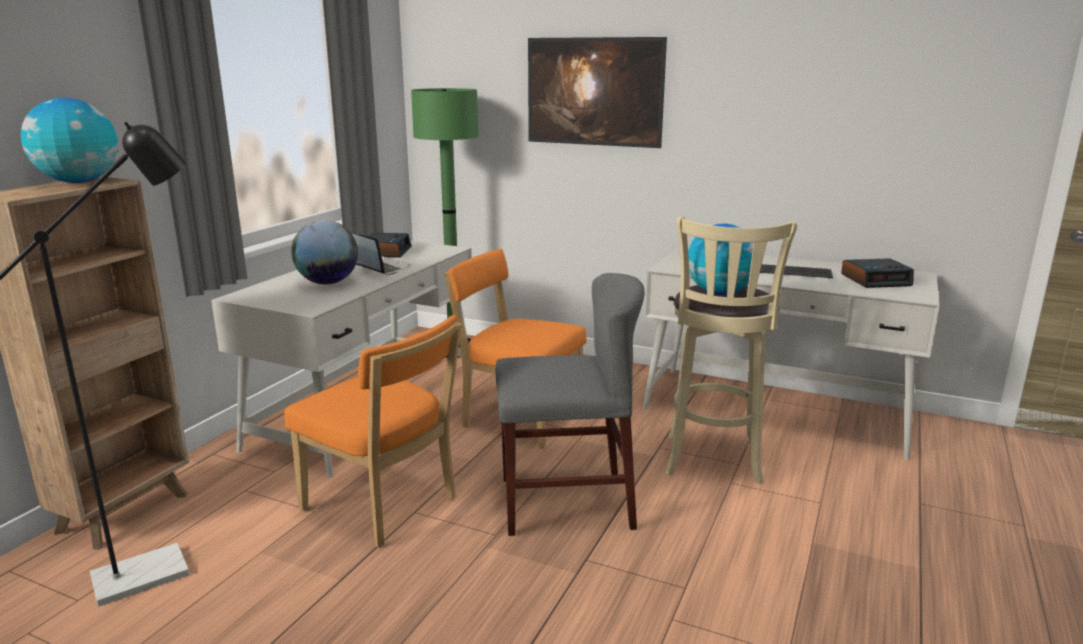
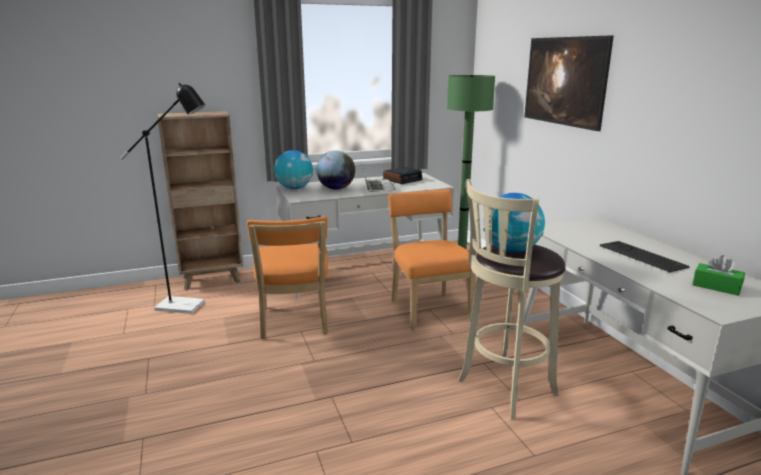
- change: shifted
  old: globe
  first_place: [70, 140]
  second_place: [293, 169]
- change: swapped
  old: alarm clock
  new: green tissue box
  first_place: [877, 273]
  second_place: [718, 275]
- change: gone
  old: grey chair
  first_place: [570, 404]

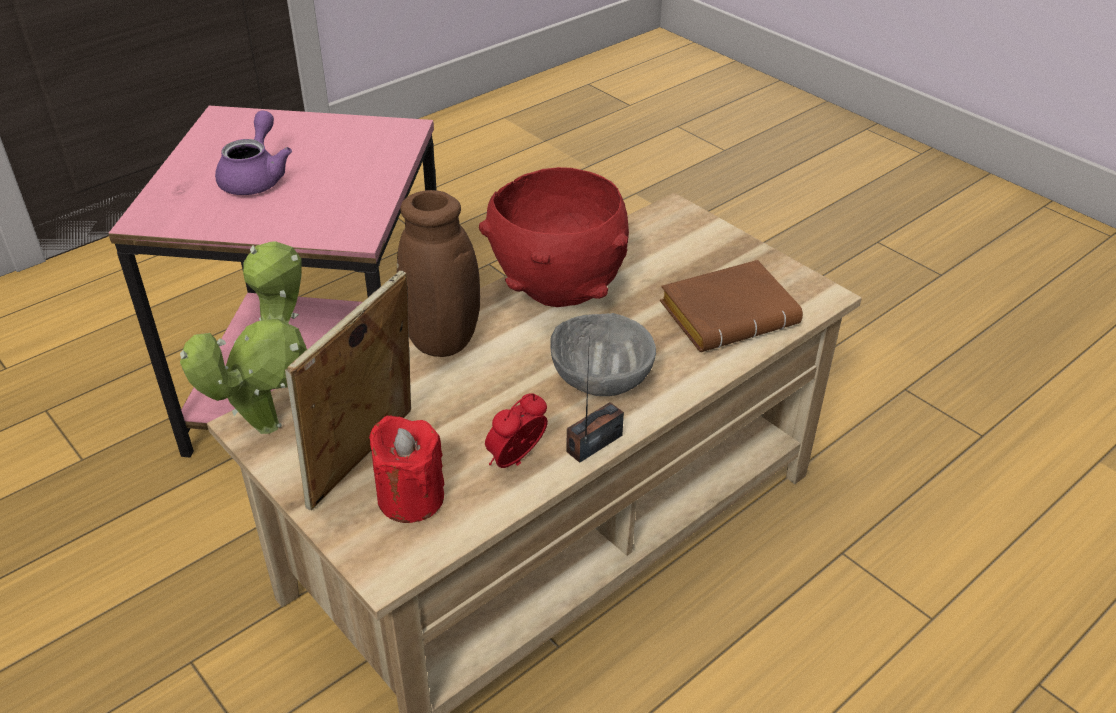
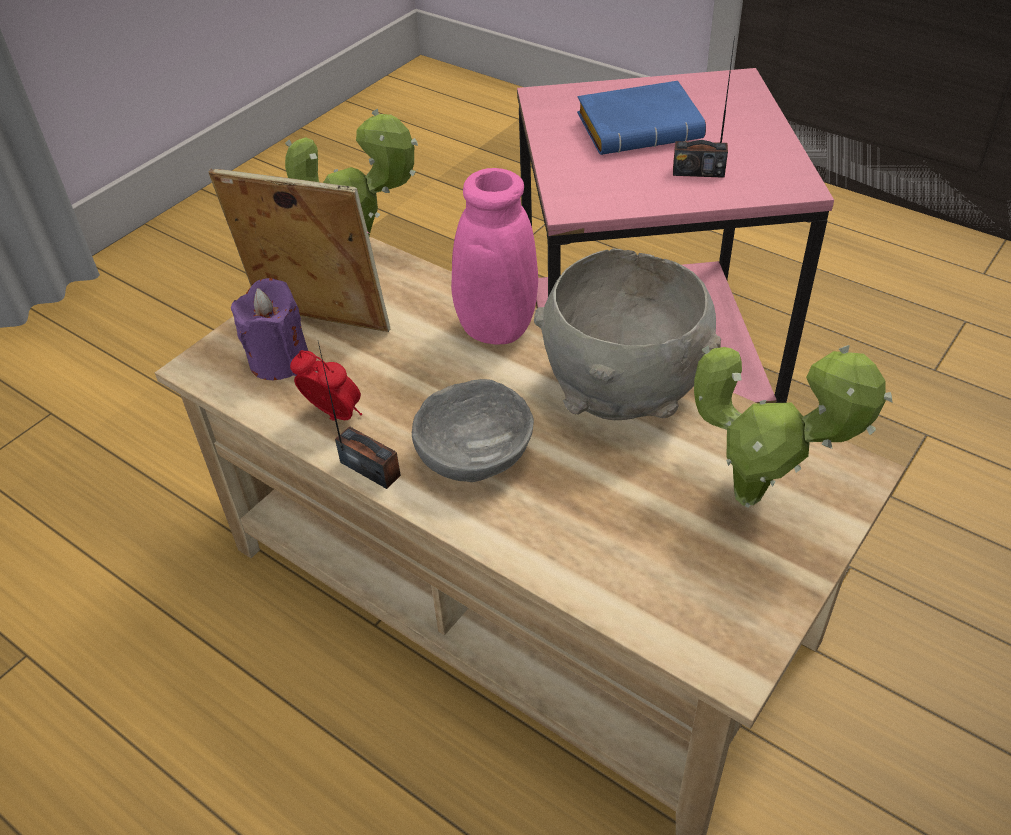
- change: repainted
  old: red candle
  new: purple candle
  first_place: [406, 469]
  second_place: [269, 329]
- change: repainted
  old: brown vase
  new: pink vase
  first_place: [440, 273]
  second_place: [453, 256]
- change: repainted
  old: red bowl
  new: grey bowl
  first_place: [554, 237]
  second_place: [627, 334]
- change: swapped
  old: purple teapot
  new: blue book
  first_place: [253, 152]
  second_place: [641, 118]
- change: new
  new: radio
  second_place: [704, 107]
- change: new
  new: potted plant
  second_place: [793, 426]
- change: gone
  old: brown book
  first_place: [731, 306]

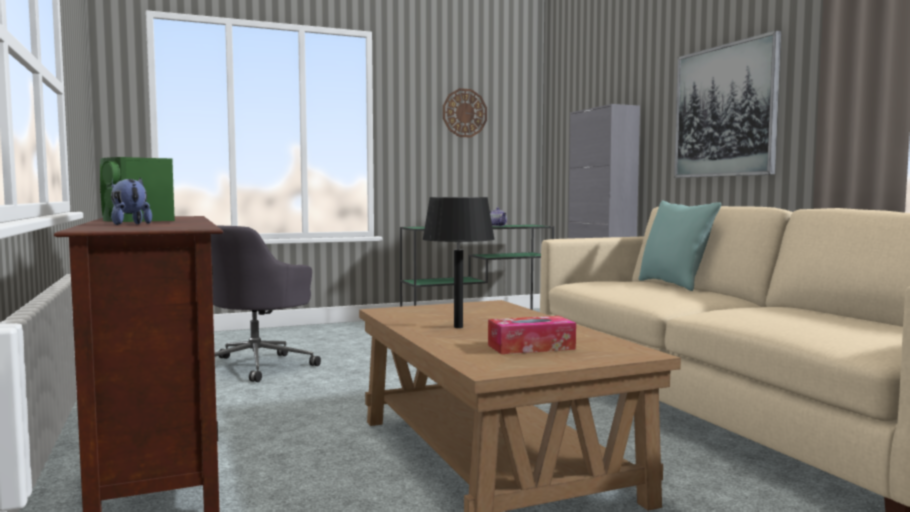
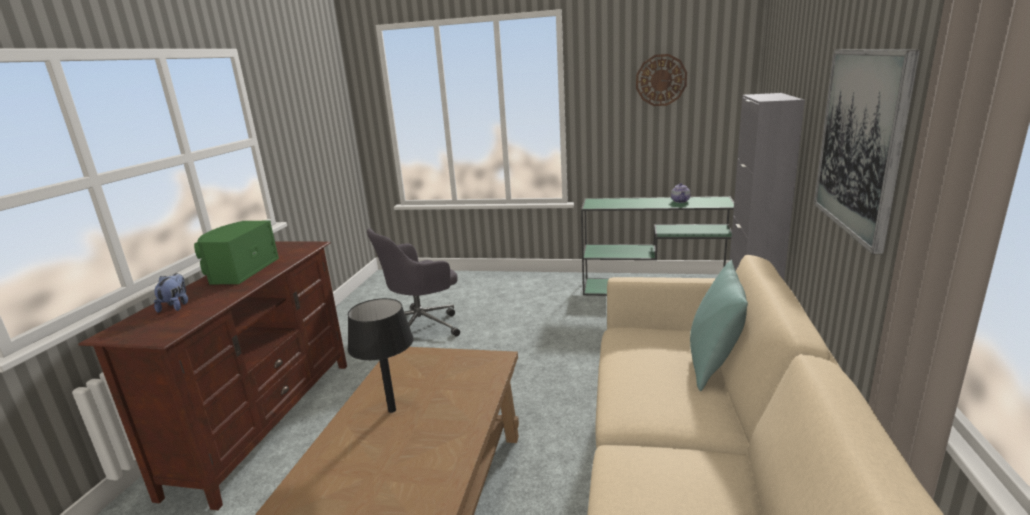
- change: gone
  old: tissue box
  first_place: [532, 335]

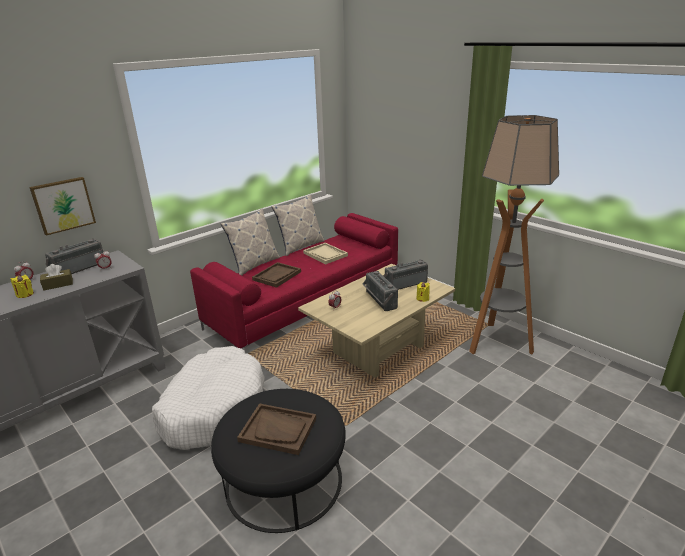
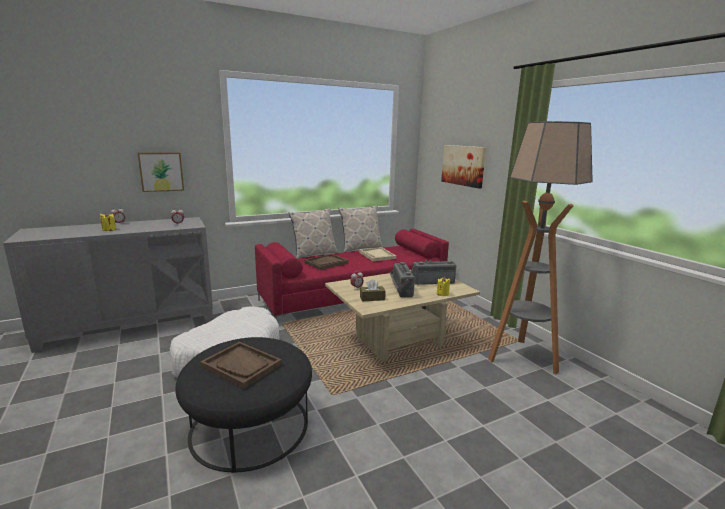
- change: shifted
  old: brown tissue box
  first_place: [56, 277]
  second_place: [373, 290]
- change: new
  new: picture
  second_place: [463, 167]
- change: gone
  old: radio
  first_place: [74, 256]

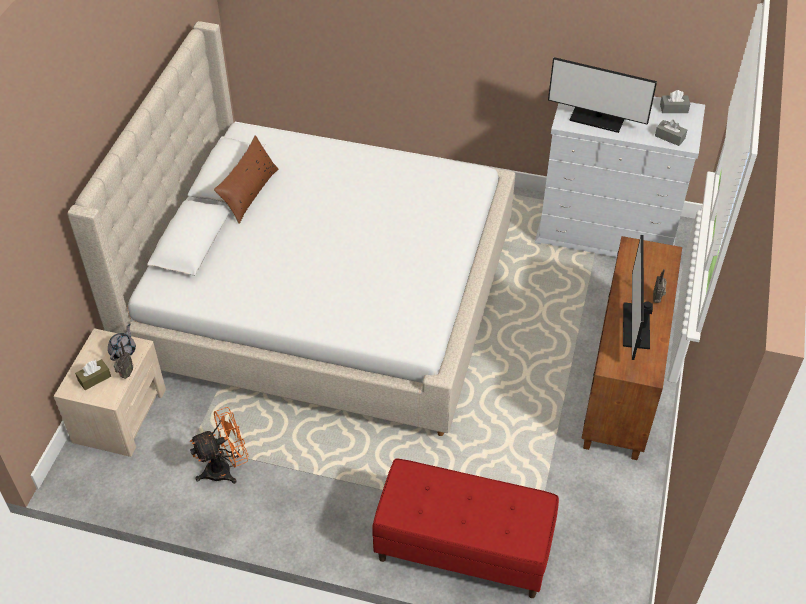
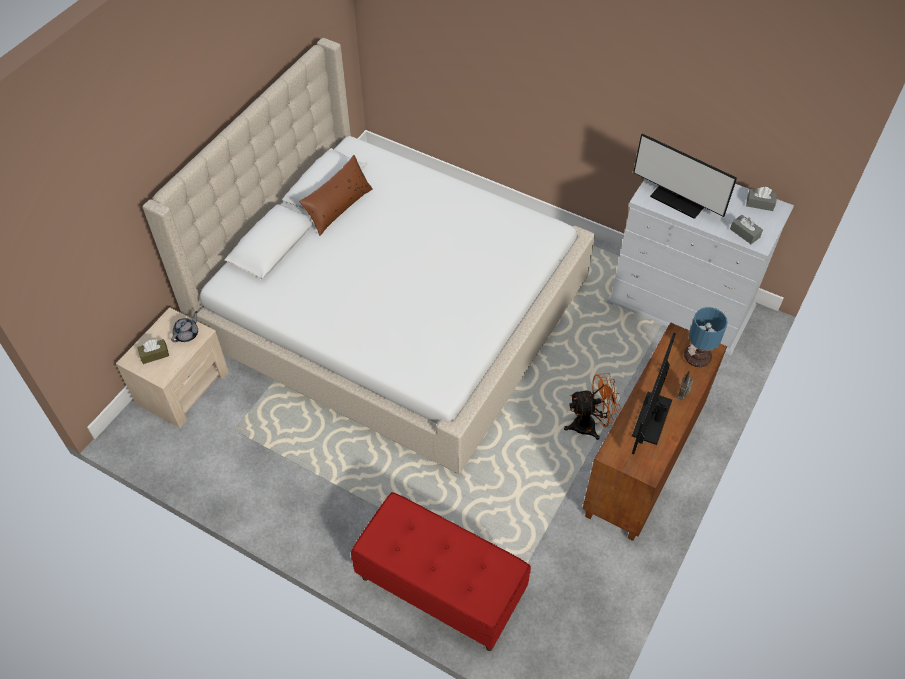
- change: shifted
  old: orange fan
  first_place: [219, 445]
  second_place: [592, 406]
- change: new
  new: table lamp
  second_place: [706, 337]
- change: gone
  old: radio
  first_place: [123, 360]

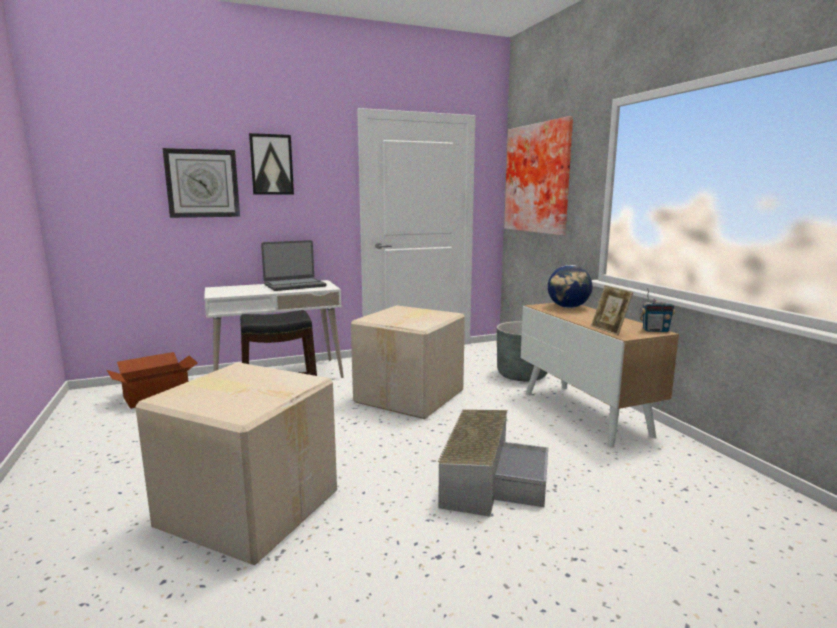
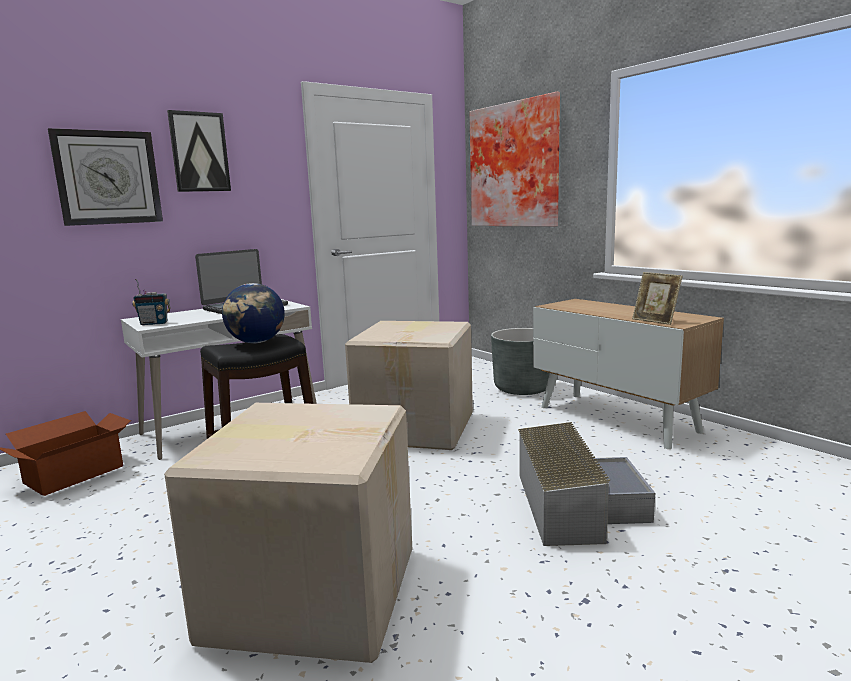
- change: shifted
  old: radio
  first_place: [657, 310]
  second_place: [151, 302]
- change: shifted
  old: globe
  first_place: [570, 286]
  second_place: [253, 313]

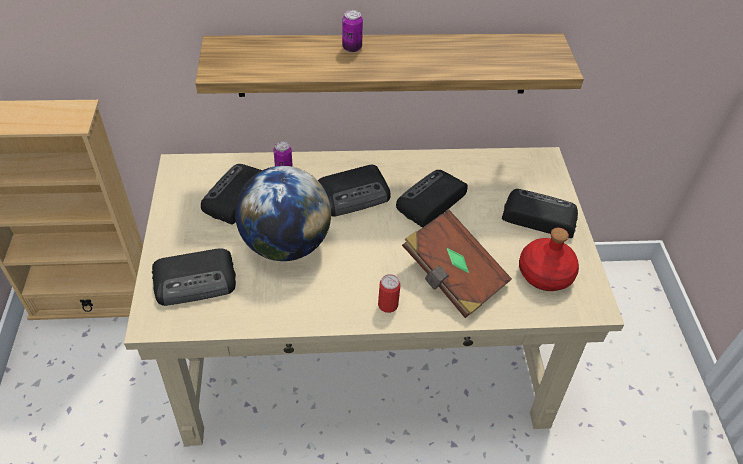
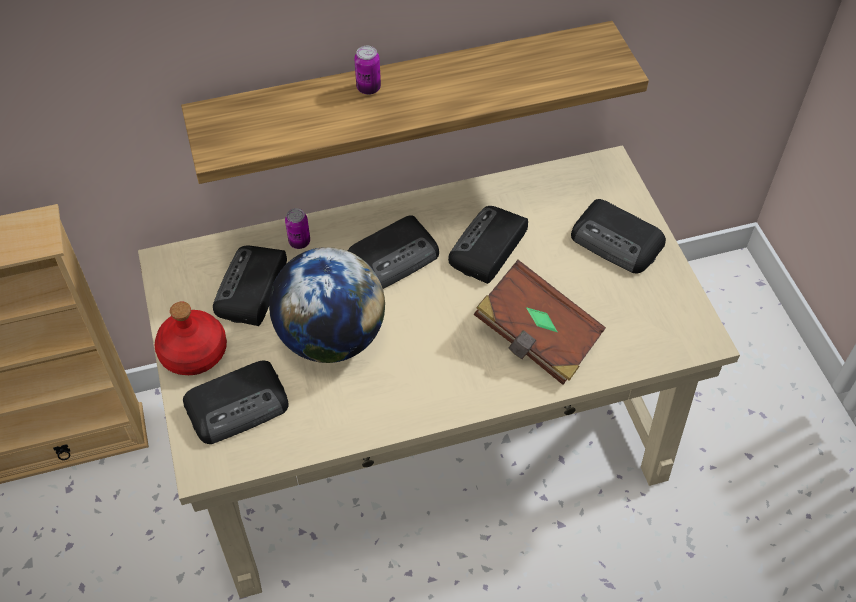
- change: shifted
  old: red bottle
  first_place: [549, 259]
  second_place: [191, 338]
- change: rotated
  old: radio
  first_place: [540, 213]
  second_place: [618, 236]
  degrees: -150
- change: gone
  old: can
  first_place: [389, 293]

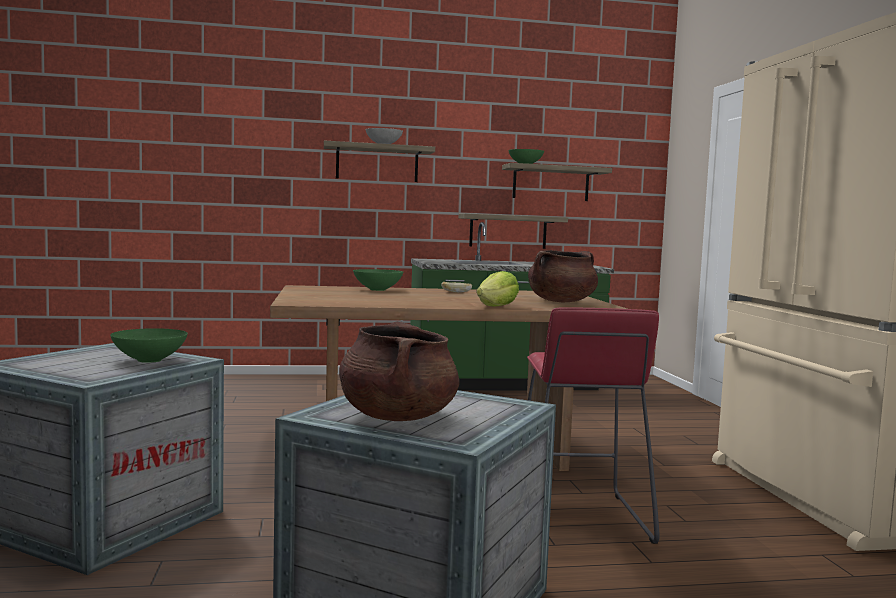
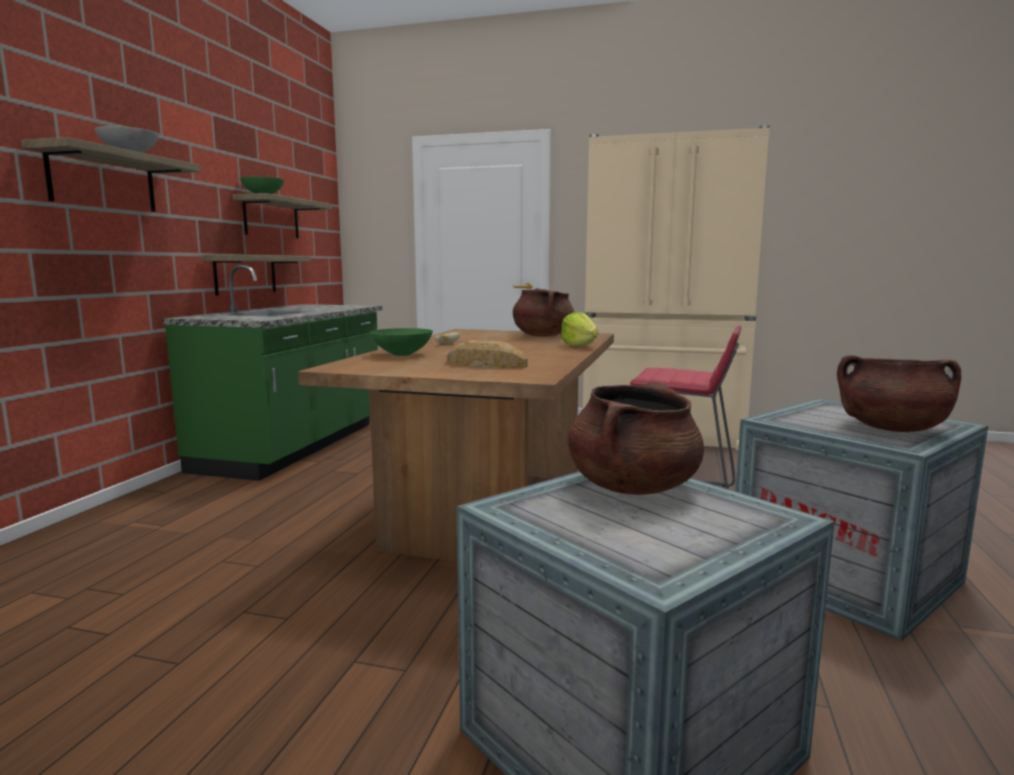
- change: new
  new: bread
  second_place: [487, 354]
- change: swapped
  old: green bowl
  new: brown cooking pot
  first_place: [149, 345]
  second_place: [636, 438]

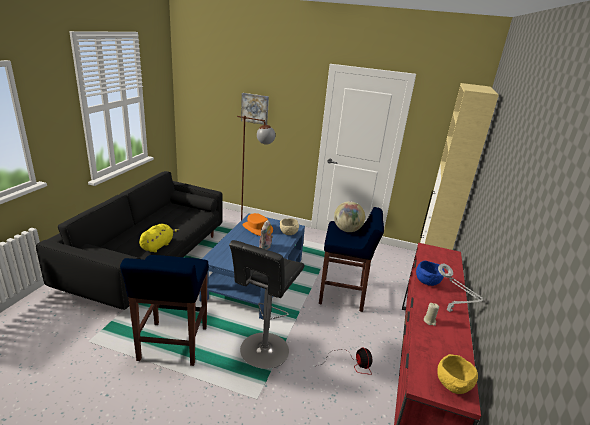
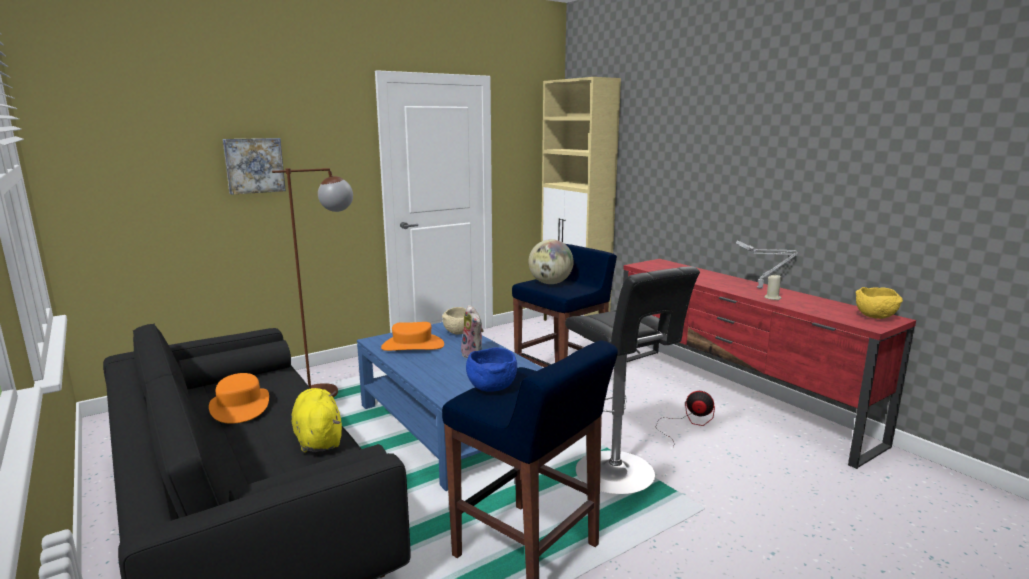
- change: new
  new: orange hat
  second_place: [239, 398]
- change: shifted
  old: blue bowl
  first_place: [430, 273]
  second_place: [491, 369]

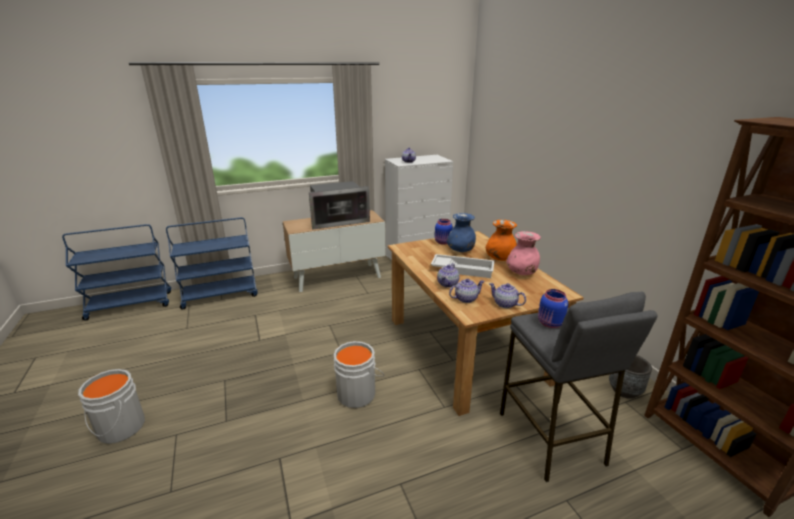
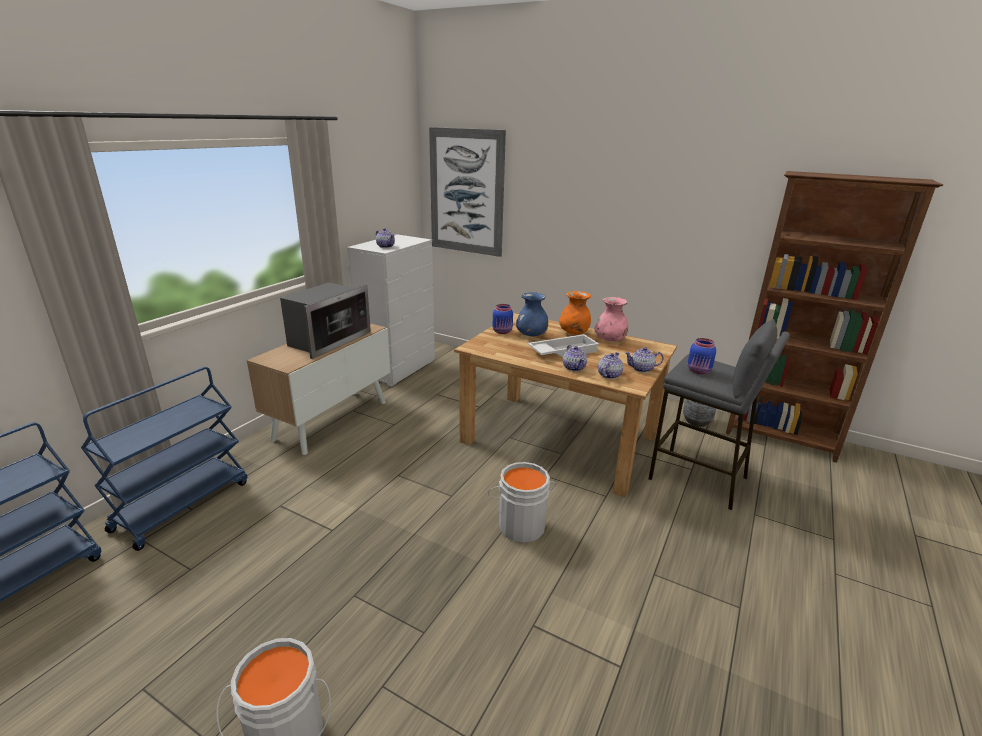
- change: new
  new: picture
  second_place: [467, 192]

